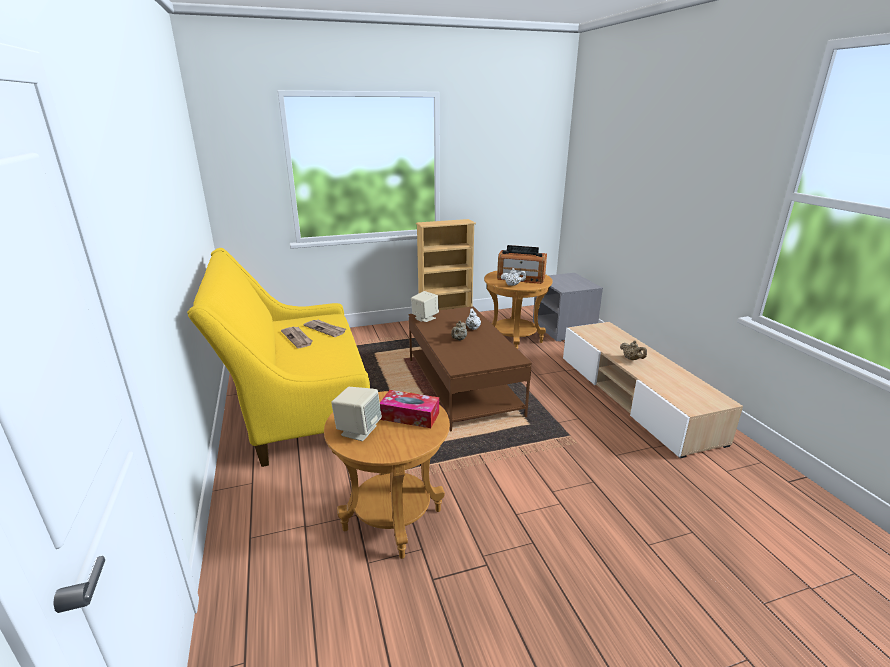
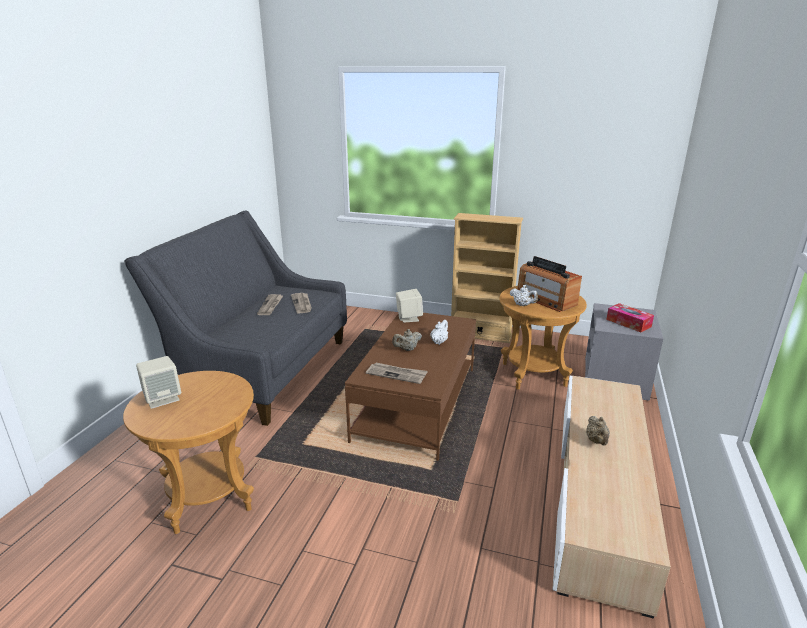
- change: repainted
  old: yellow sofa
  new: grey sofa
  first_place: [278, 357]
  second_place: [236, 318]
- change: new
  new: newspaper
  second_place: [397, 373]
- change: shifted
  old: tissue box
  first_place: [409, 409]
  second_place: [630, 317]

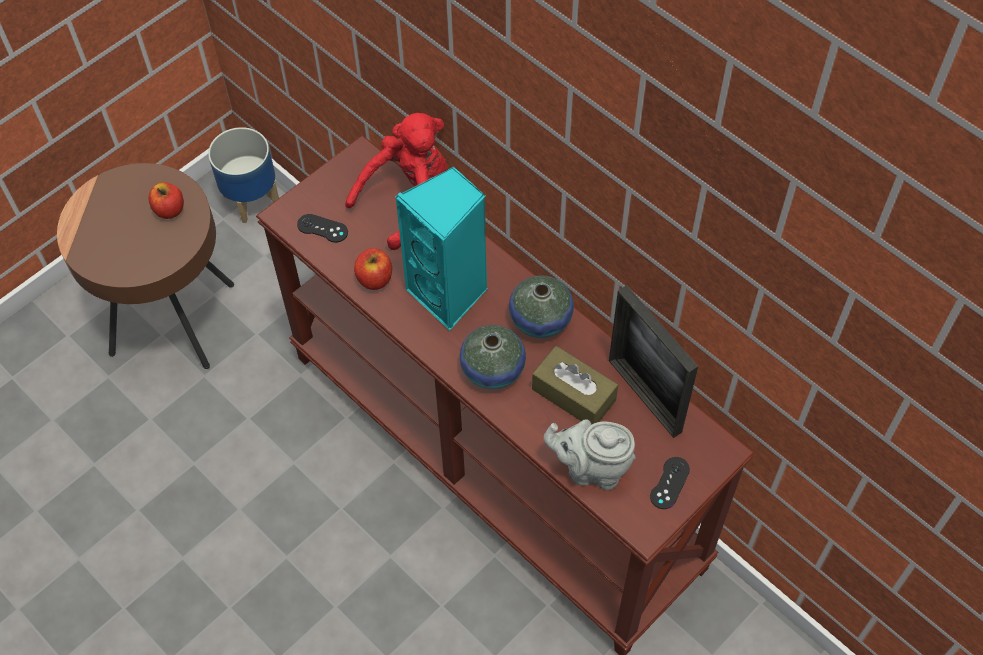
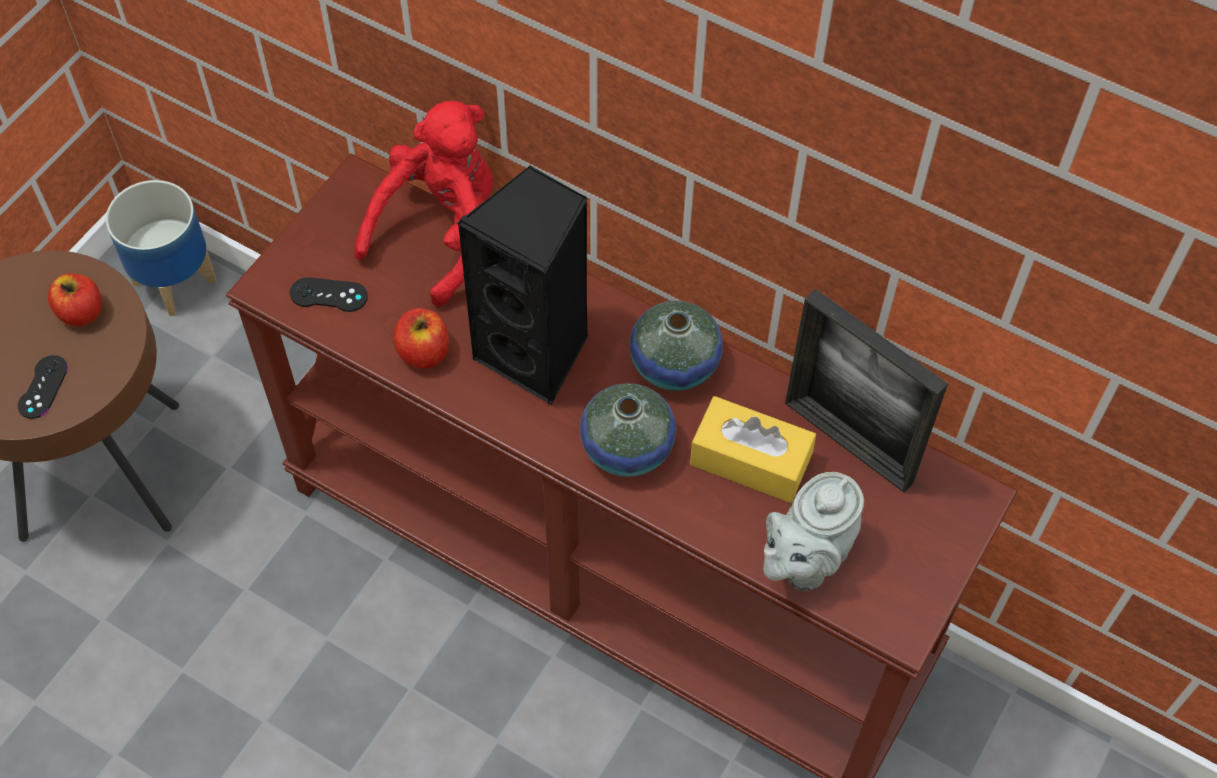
- change: shifted
  old: black game controller
  first_place: [670, 483]
  second_place: [43, 387]
- change: repainted
  old: turquoise speaker
  new: black speaker
  first_place: [441, 249]
  second_place: [522, 285]
- change: repainted
  old: brown tissue box
  new: yellow tissue box
  first_place: [575, 385]
  second_place: [753, 449]
- change: rotated
  old: grey teapot
  first_place: [589, 454]
  second_place: [813, 531]
  degrees: -45

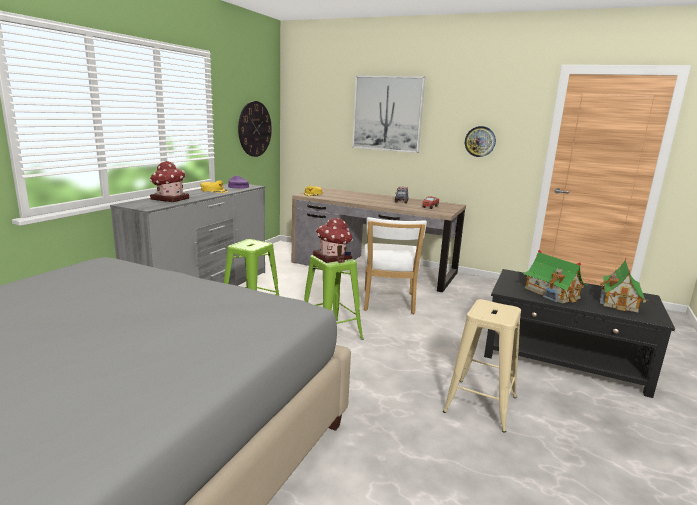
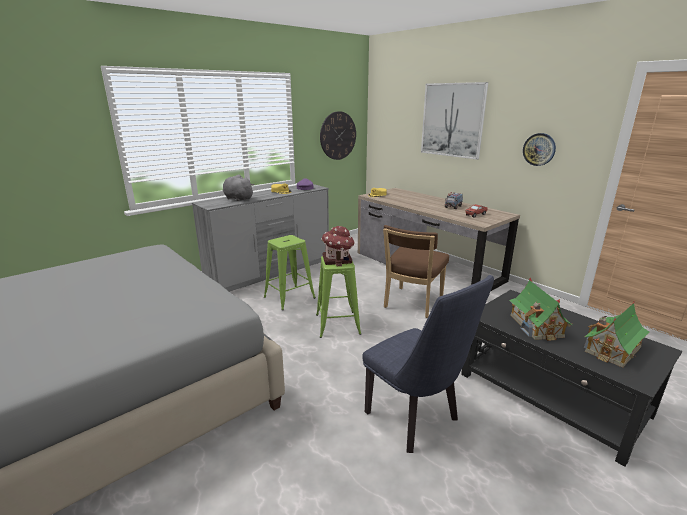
- change: swapped
  old: toy house
  new: grey plush toy
  first_place: [169, 181]
  second_place: [238, 187]
- change: swapped
  old: beige stool
  new: blue chair
  first_place: [482, 366]
  second_place: [428, 364]
- change: repainted
  old: white chair
  new: brown chair
  first_place: [395, 265]
  second_place: [416, 271]

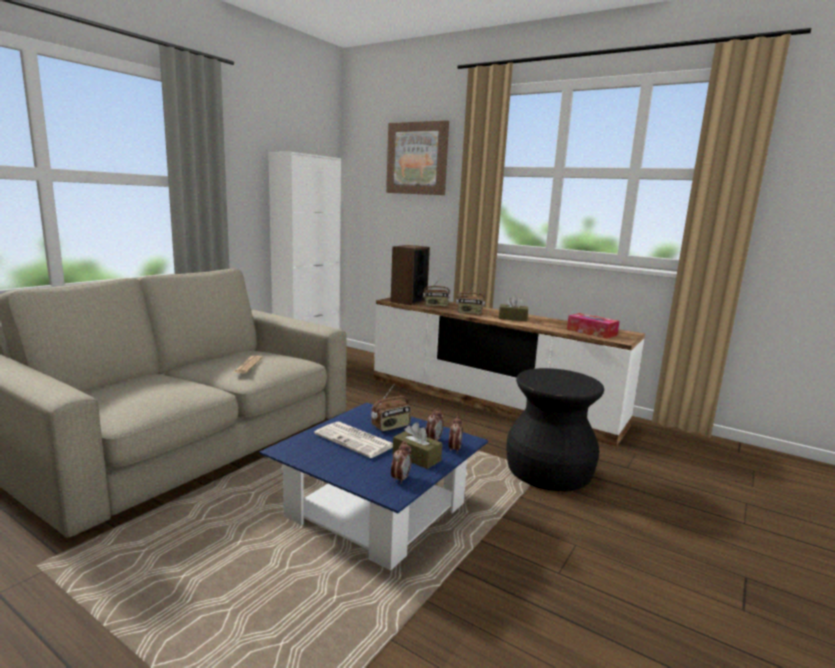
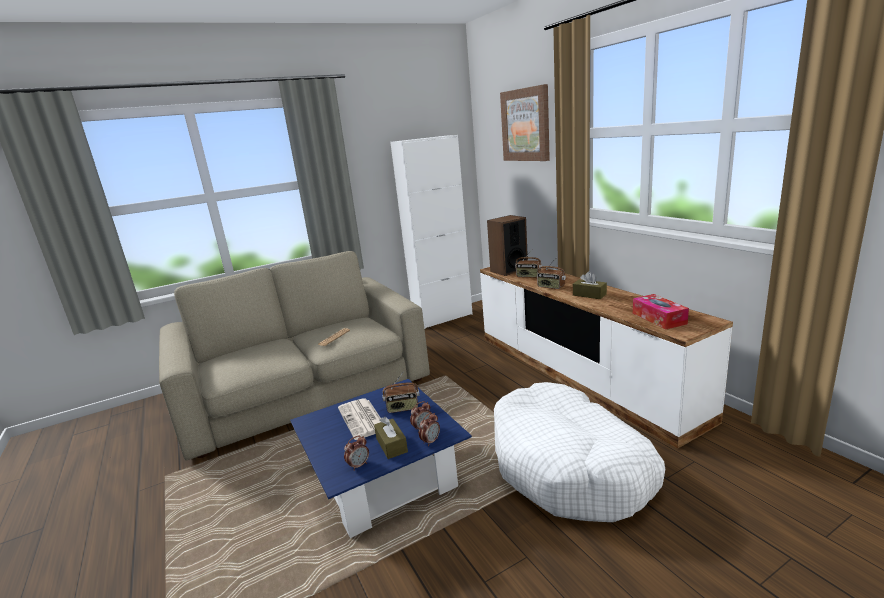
- change: swapped
  old: black stool
  new: white dog bed
  first_place: [555, 429]
  second_place: [579, 452]

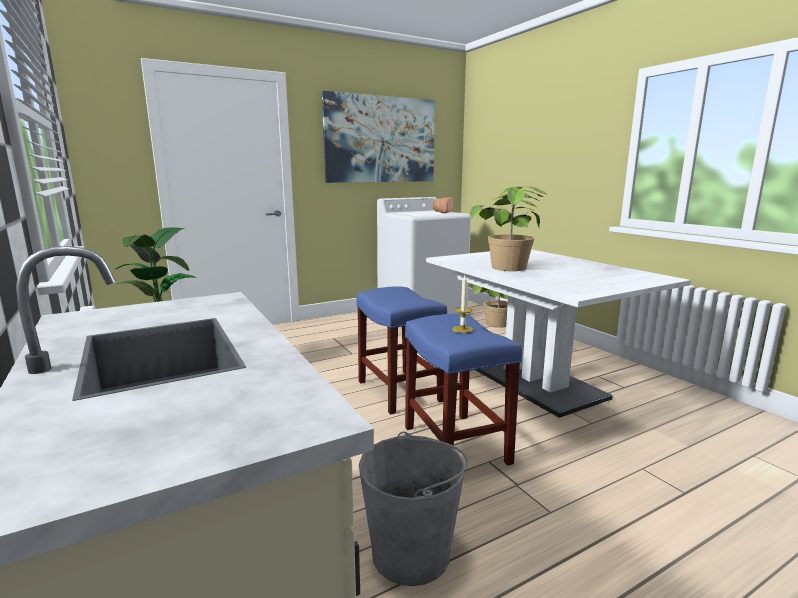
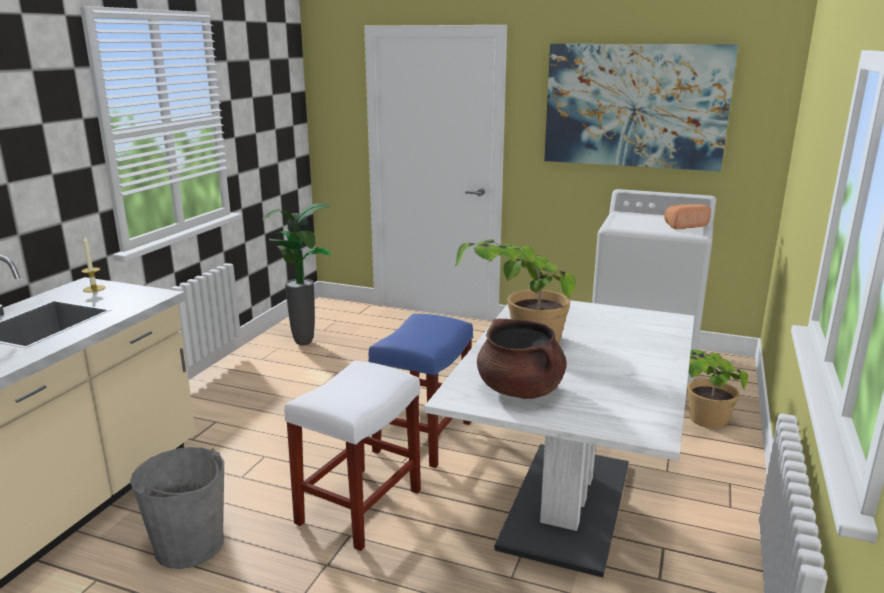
- change: shifted
  old: candle
  first_place: [462, 304]
  second_place: [93, 264]
- change: repainted
  old: blue stool
  new: white stool
  first_place: [463, 390]
  second_place: [352, 456]
- change: new
  new: brown cooking pot
  second_place: [522, 359]

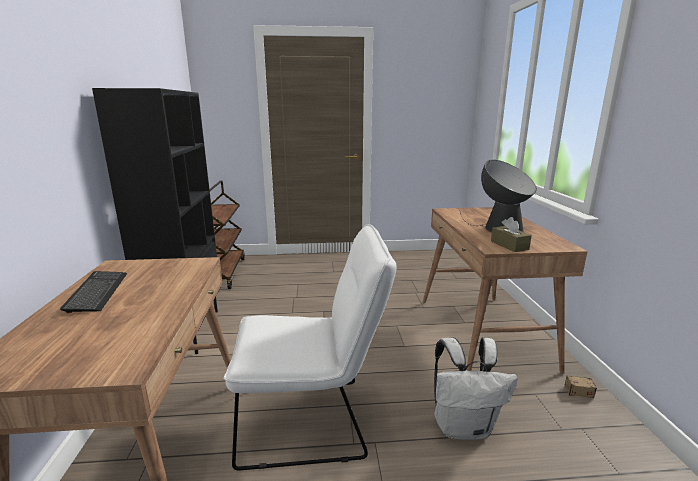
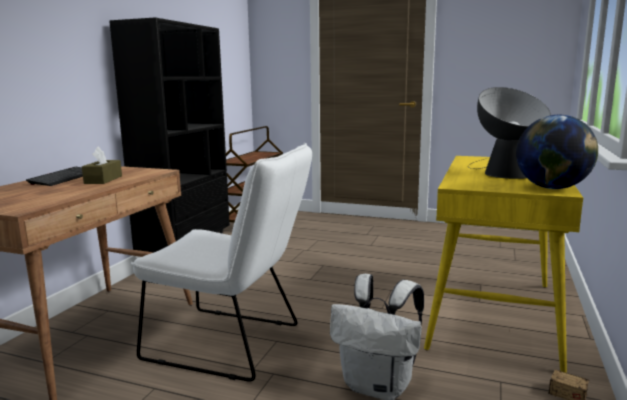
- change: shifted
  old: brown tissue box
  first_place: [511, 234]
  second_place: [102, 165]
- change: repainted
  old: brown desk
  new: yellow desk
  first_place: [505, 290]
  second_place: [503, 264]
- change: new
  new: globe
  second_place: [557, 152]

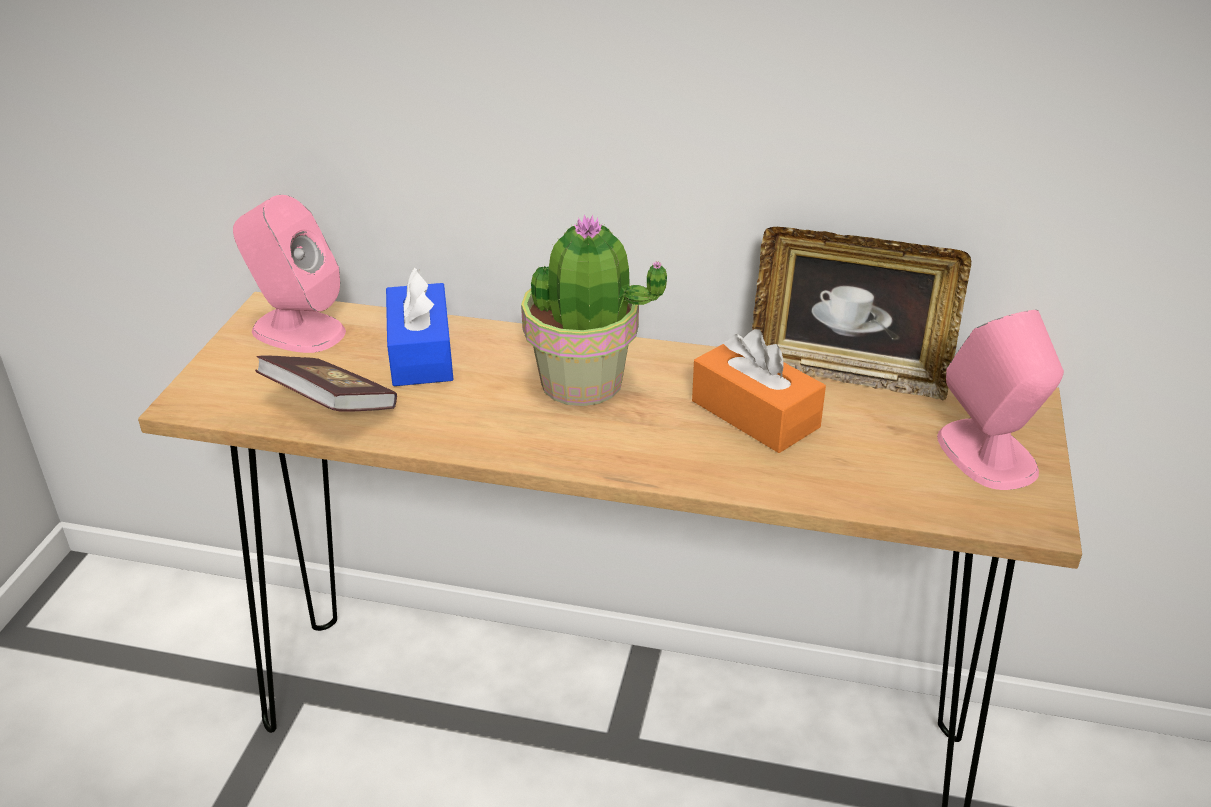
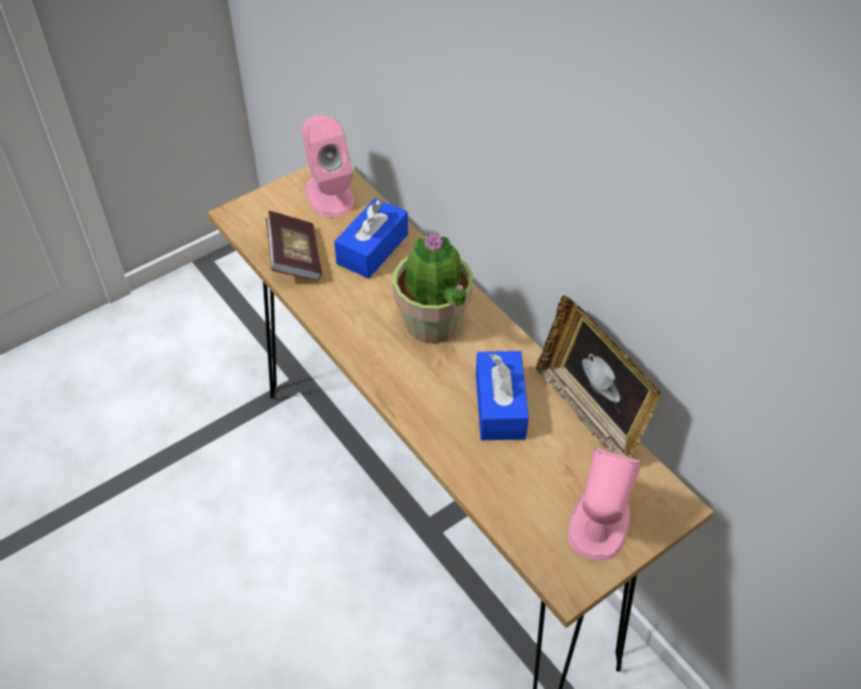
- change: repainted
  old: orange tissue box
  new: blue tissue box
  first_place: [759, 391]
  second_place: [502, 395]

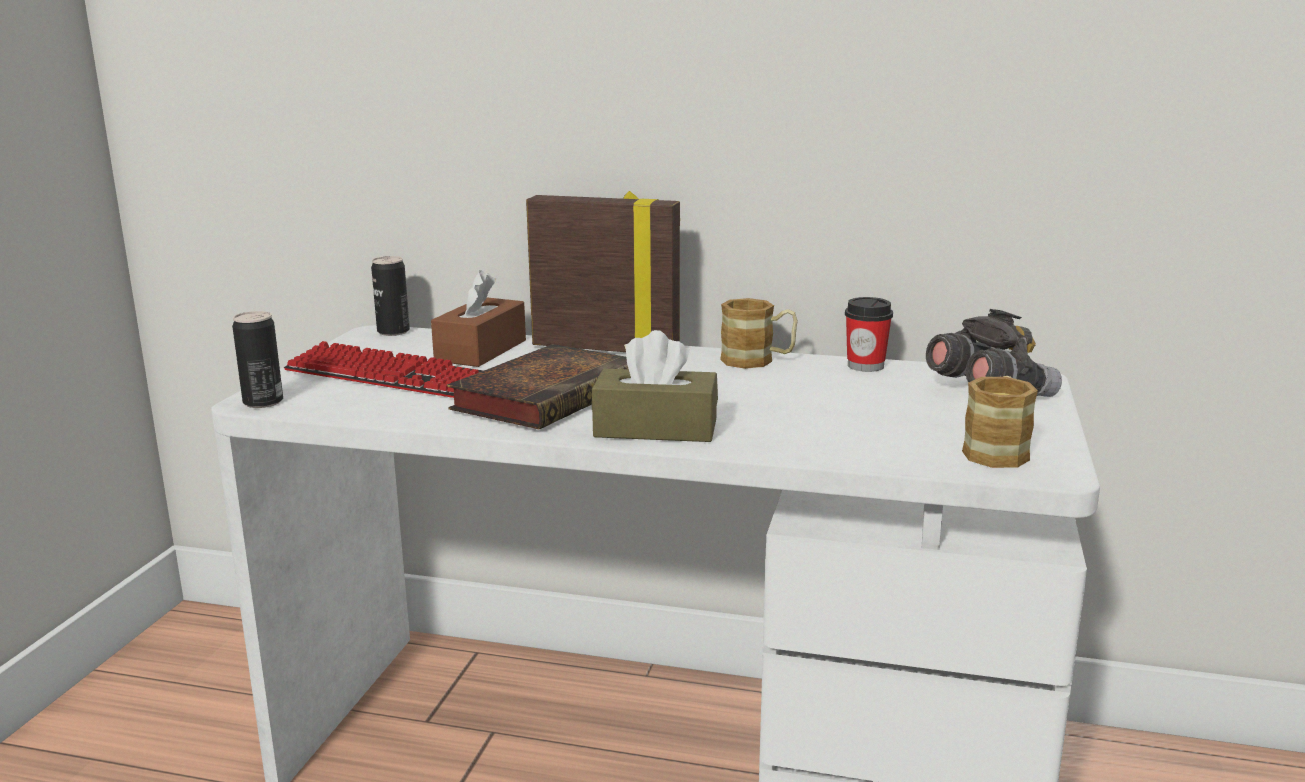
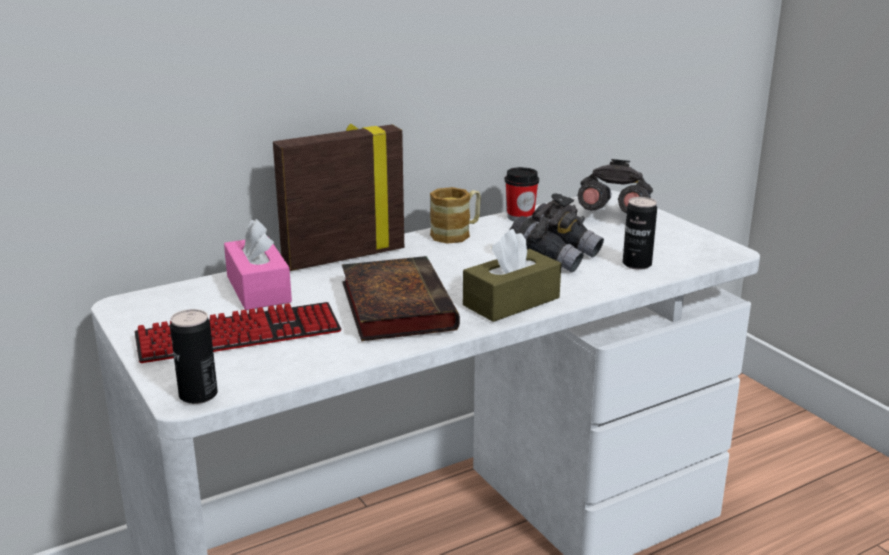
- change: repainted
  old: brown tissue box
  new: pink tissue box
  first_place: [478, 318]
  second_place: [258, 264]
- change: new
  new: grey binoculars
  second_place: [557, 232]
- change: shifted
  old: can
  first_place: [390, 296]
  second_place: [640, 233]
- change: gone
  old: mug
  first_place: [1000, 422]

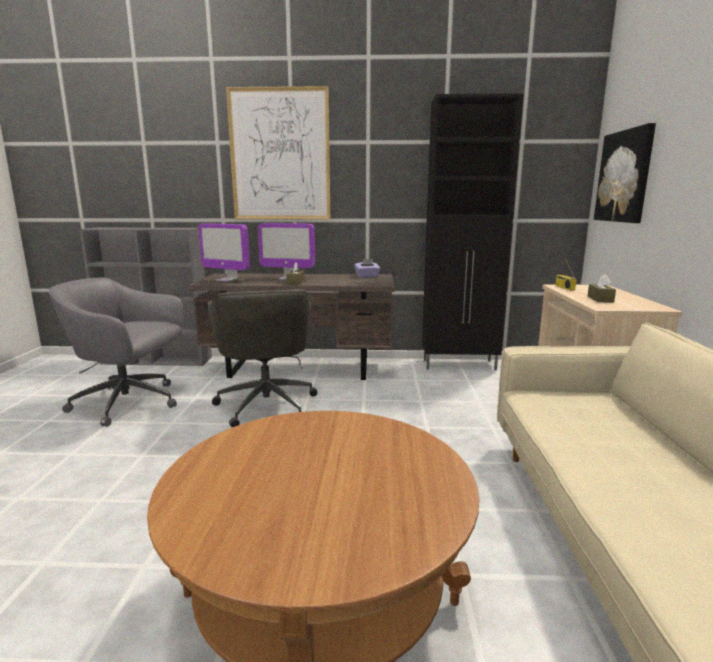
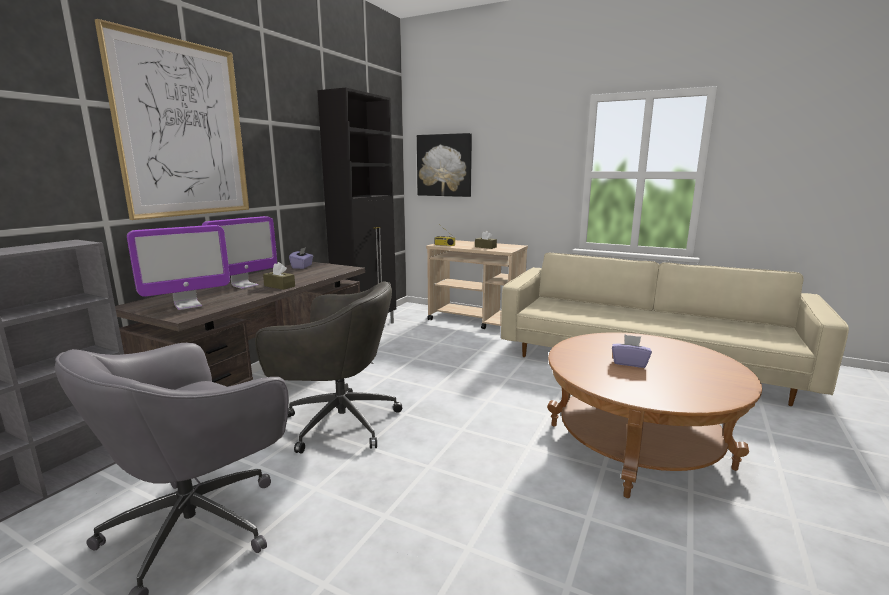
- change: new
  new: purple tissue box
  second_place: [632, 351]

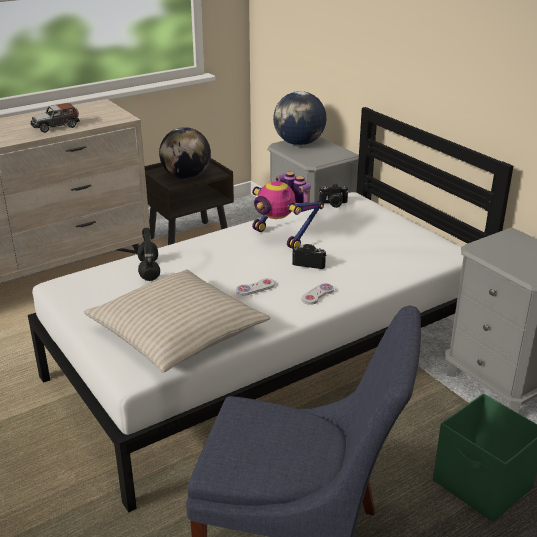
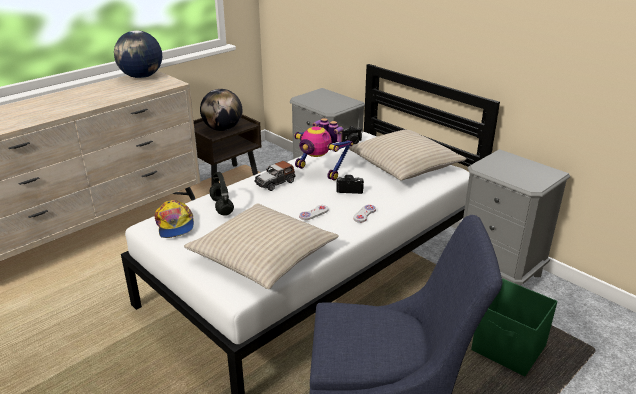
- change: shifted
  old: globe
  first_place: [299, 118]
  second_place: [138, 54]
- change: new
  new: cap
  second_place: [174, 219]
- change: shifted
  old: toy car
  first_place: [54, 118]
  second_place: [274, 176]
- change: new
  new: beige pillow
  second_place: [407, 155]

